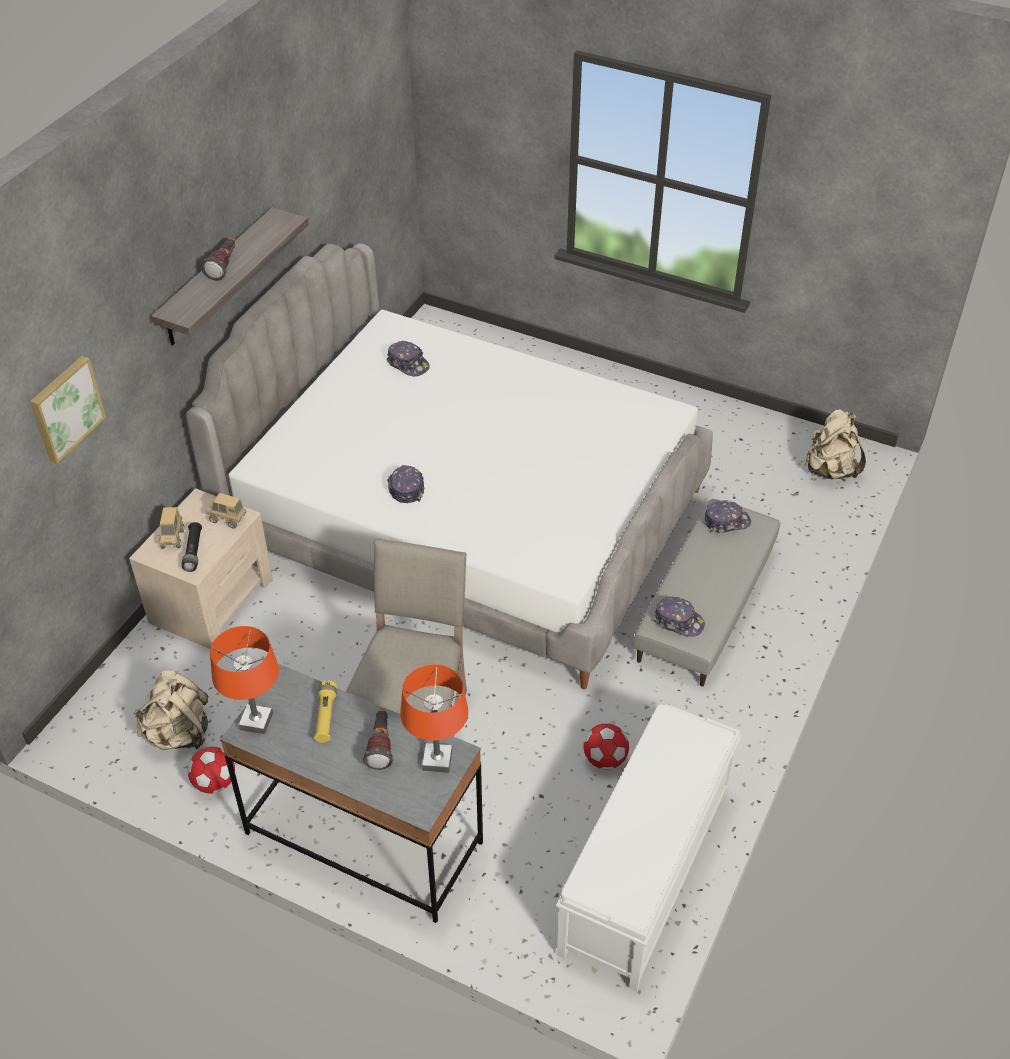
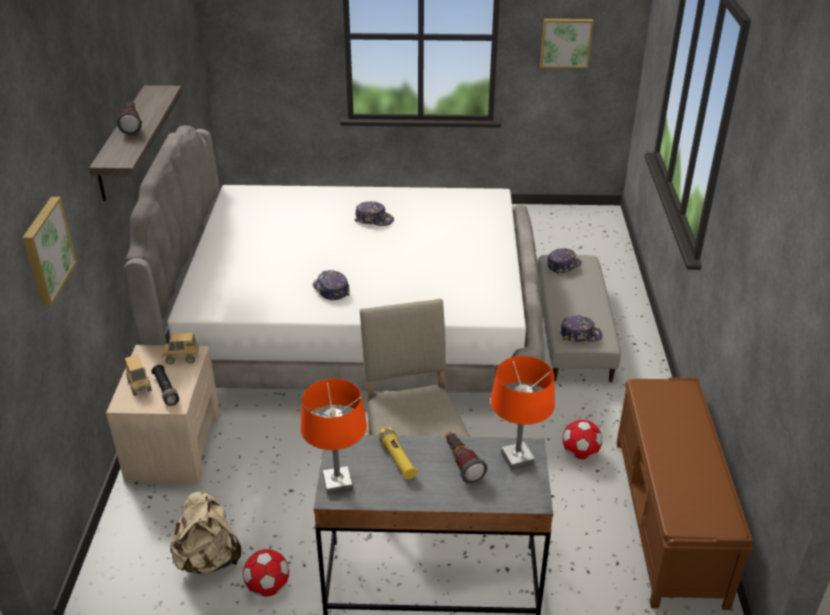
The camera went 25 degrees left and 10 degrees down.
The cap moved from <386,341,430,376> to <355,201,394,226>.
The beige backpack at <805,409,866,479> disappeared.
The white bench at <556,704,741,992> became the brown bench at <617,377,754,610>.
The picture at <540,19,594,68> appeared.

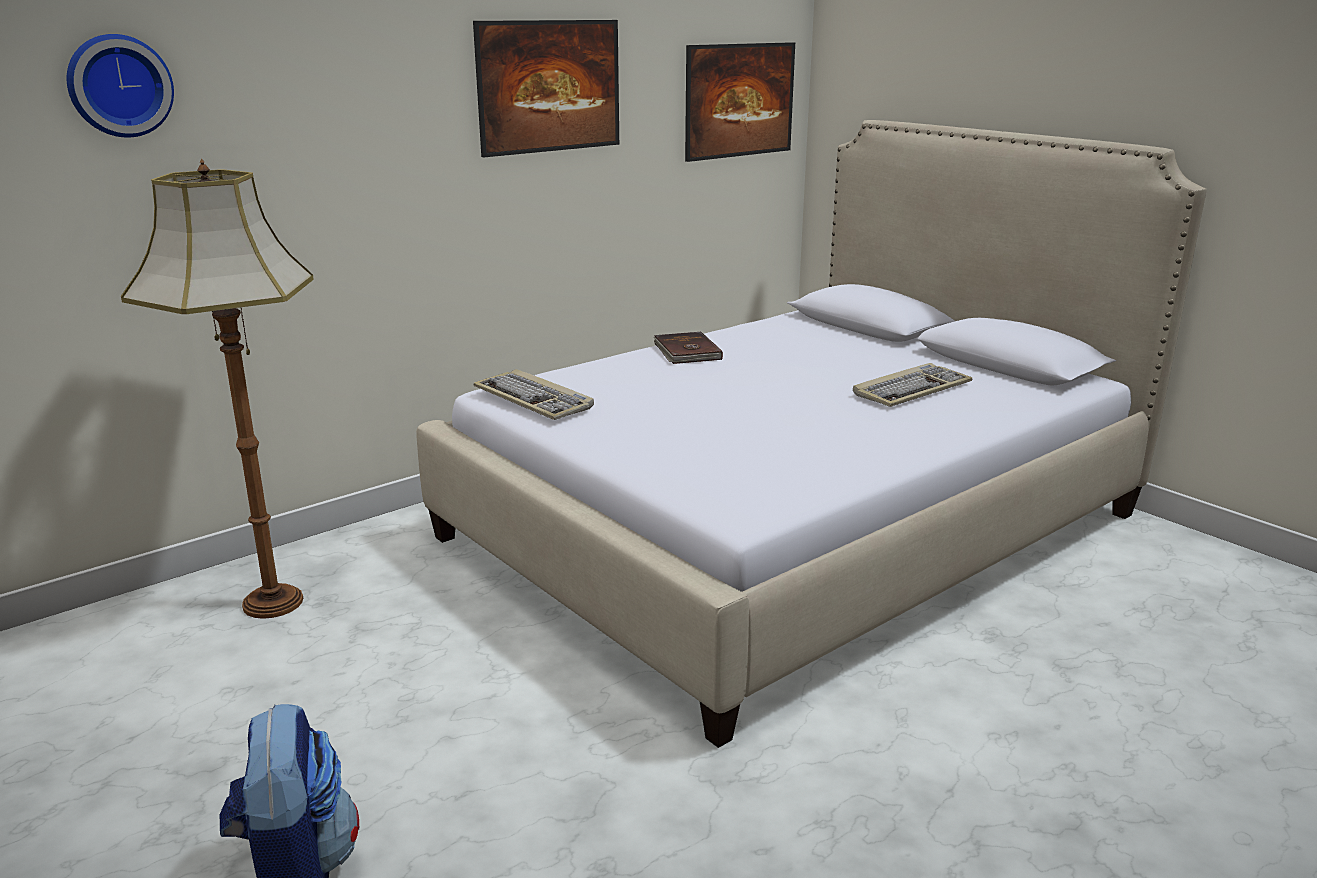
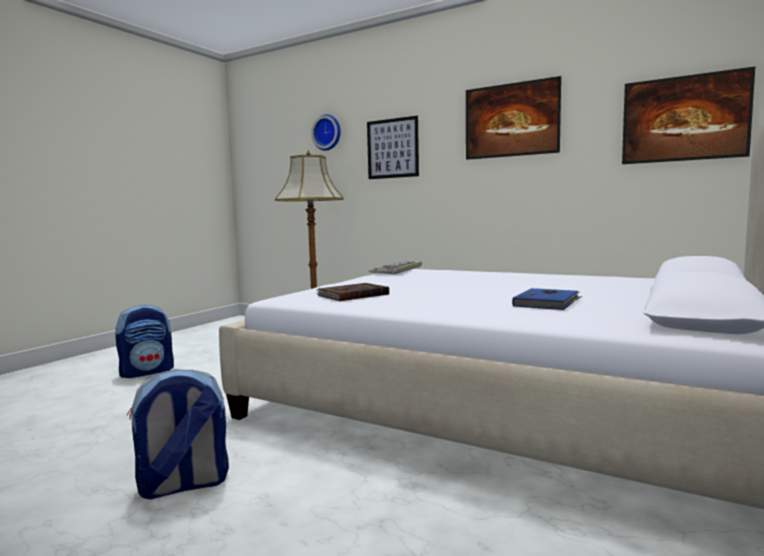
The camera went 70 degrees right and 15 degrees down.
The brown book moved from <654,331,723,364> to <316,283,389,301>.
The keyboard at <853,363,972,407> was replaced by the blue book at <512,288,582,310>.
The picture at <367,116,419,179> appeared.
The backpack at <127,369,229,499> appeared.

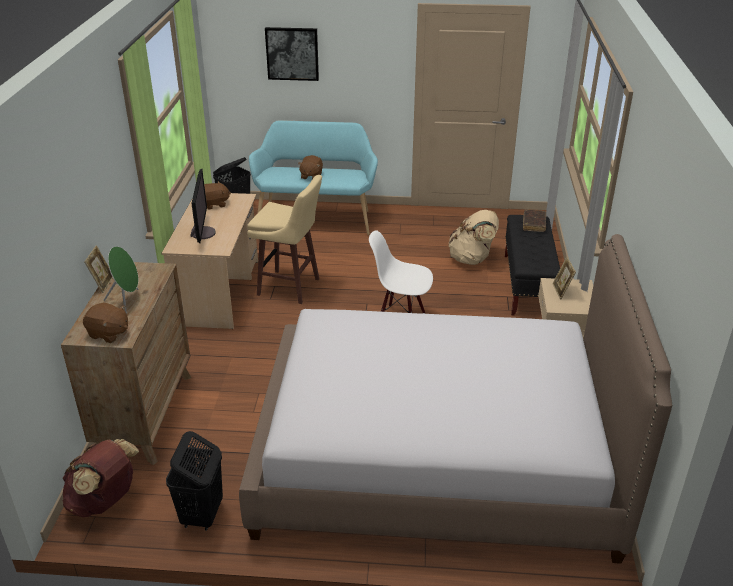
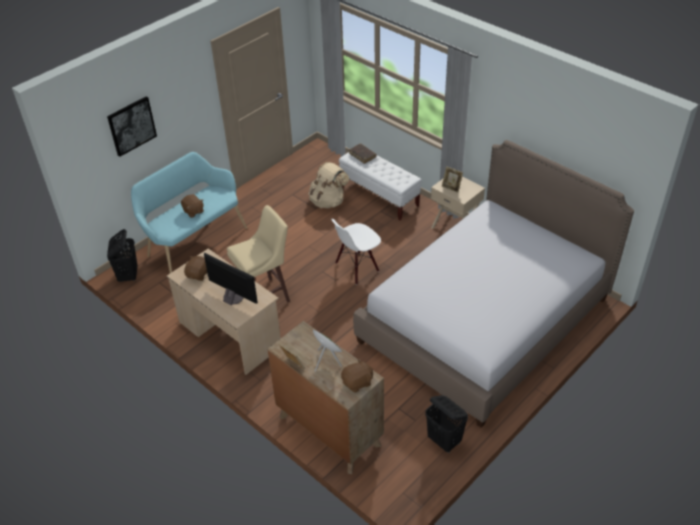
The camera went 50 degrees left and 10 degrees up.
The black bench at <505,215,560,316> became the white bench at <339,152,422,220>.
The brown backpack at <62,439,139,517> disappeared.

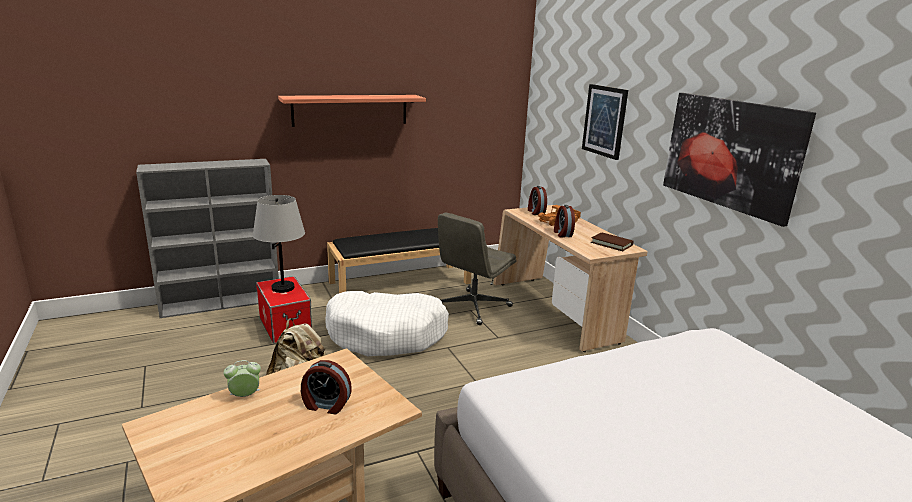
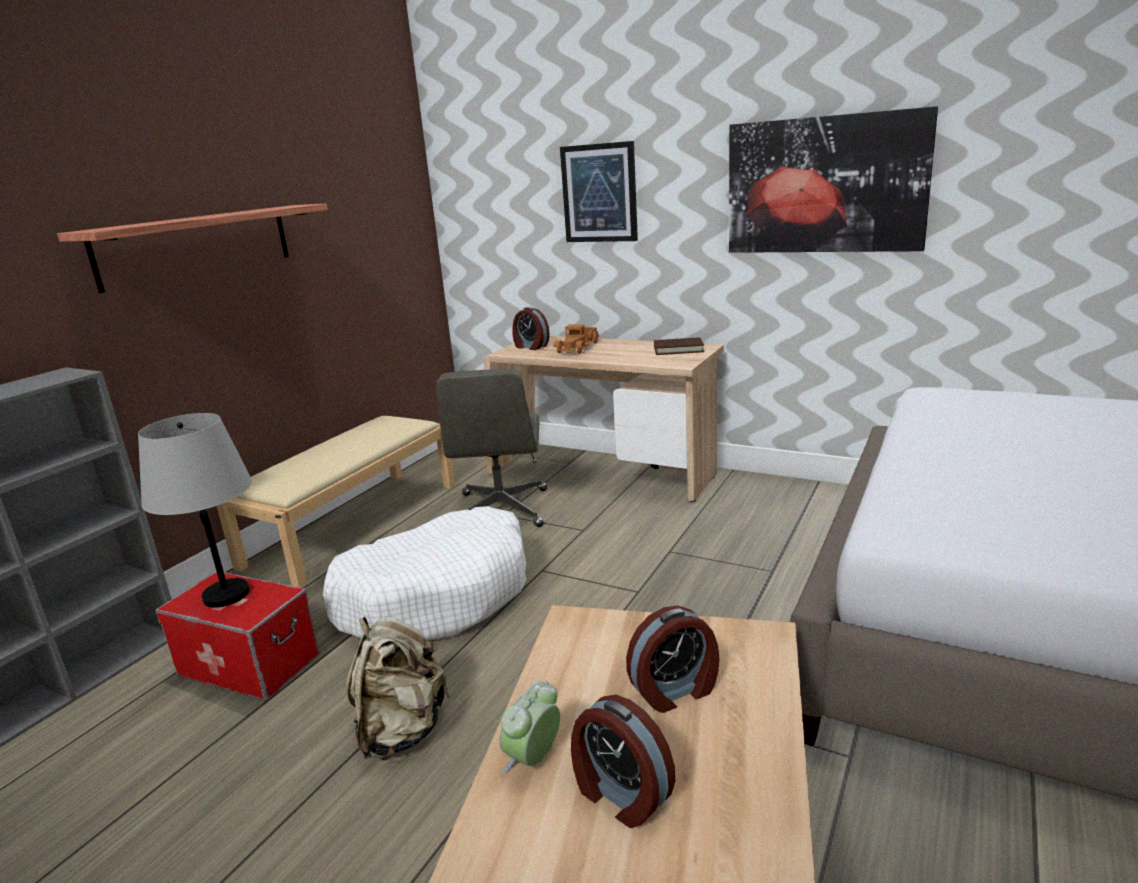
The camera went 35 degrees left and 0 degrees up.
The alarm clock moved from <554,205,575,237> to <571,695,675,828>.
The black bench at <327,228,471,293> became the beige bench at <217,416,455,587>.

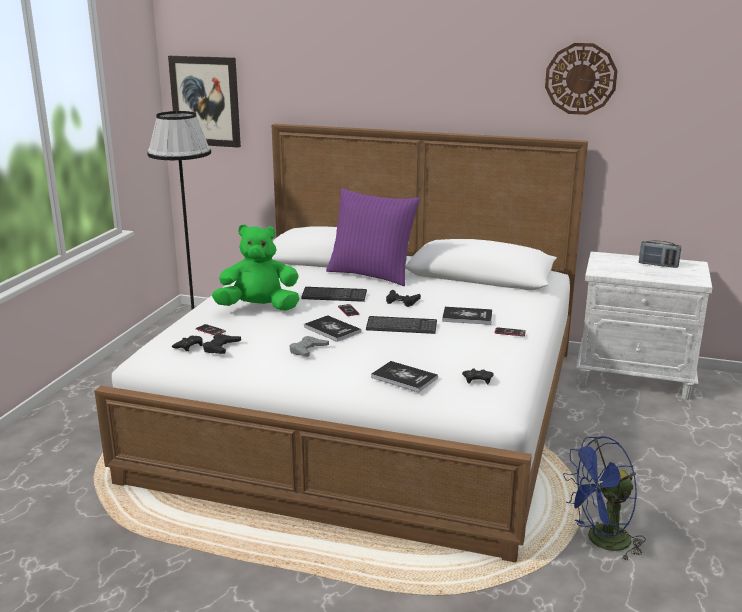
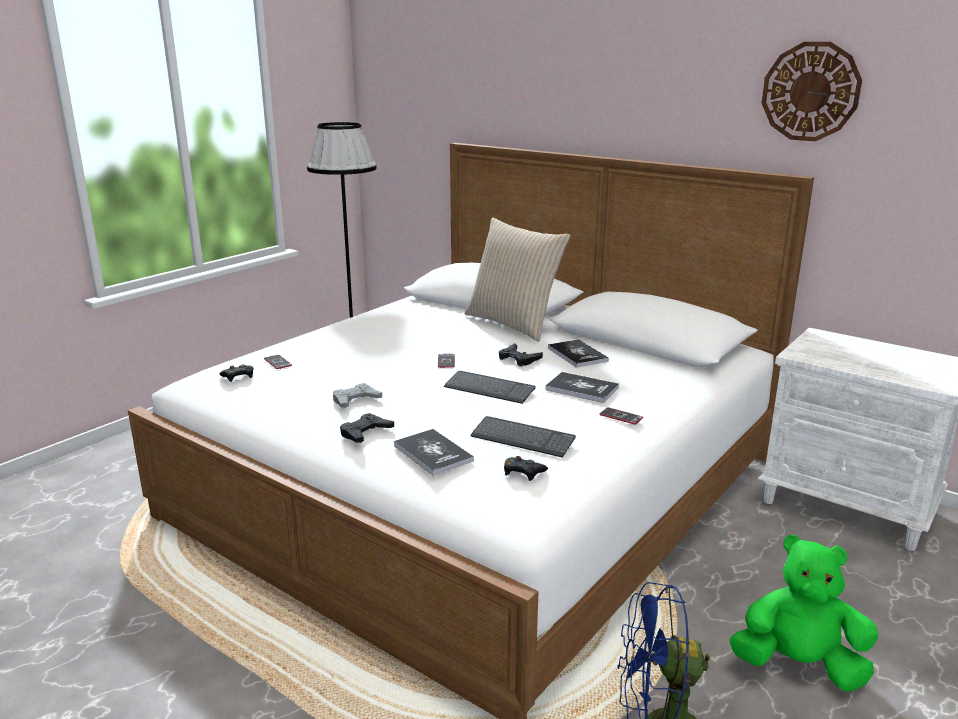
The camera went 20 degrees right and 0 degrees up.
The picture at <168,56,241,148> disappeared.
The purple pillow at <326,188,420,286> became the beige pillow at <465,217,570,342>.
The green plush toy moved from <212,224,300,311> to <730,535,878,692>.
The radio at <639,241,681,268> disappeared.
The keyboard moved from <301,287,367,302> to <470,416,576,458>.
The book moved from <304,315,361,342> to <548,339,609,368>.
The black game controller moved from <203,334,241,354> to <340,413,394,443>.

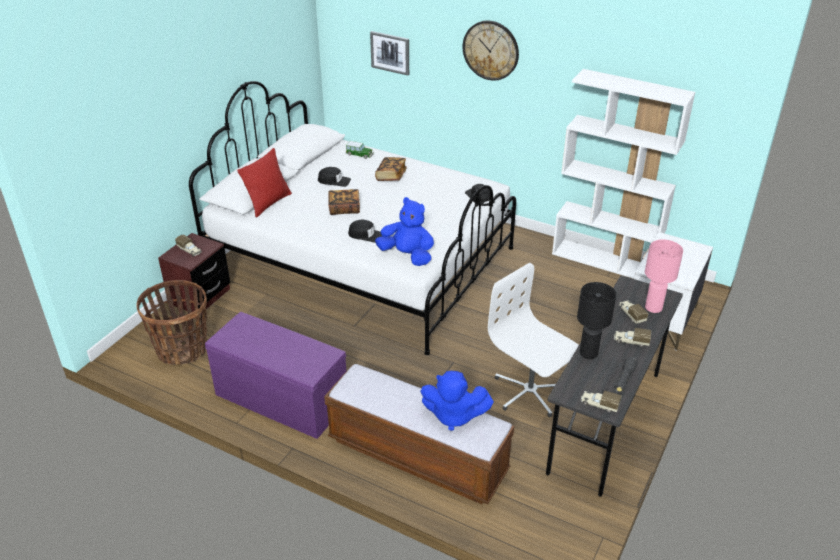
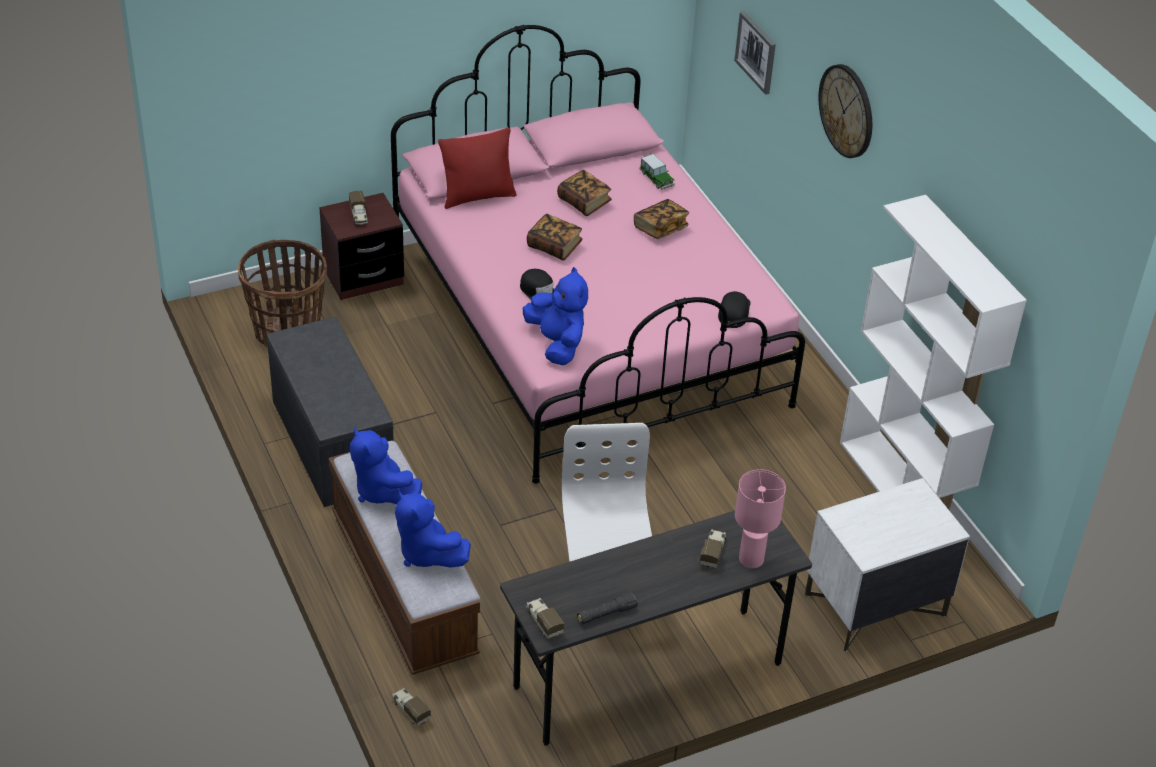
The camera went 35 degrees right and 5 degrees up.
The white bed at <189,81,516,355> became the pink bed at <391,25,805,484>.
The black cap at <318,167,351,187> was replaced by the book at <557,170,612,216>.
The black table lamp at <577,282,616,359> disappeared.
The purple bench at <205,312,346,439> became the grey bench at <267,317,394,507>.
The toy truck moved from <614,328,651,347> to <392,688,431,726>.
The blue plush toy at <350,427,422,504> appeared.

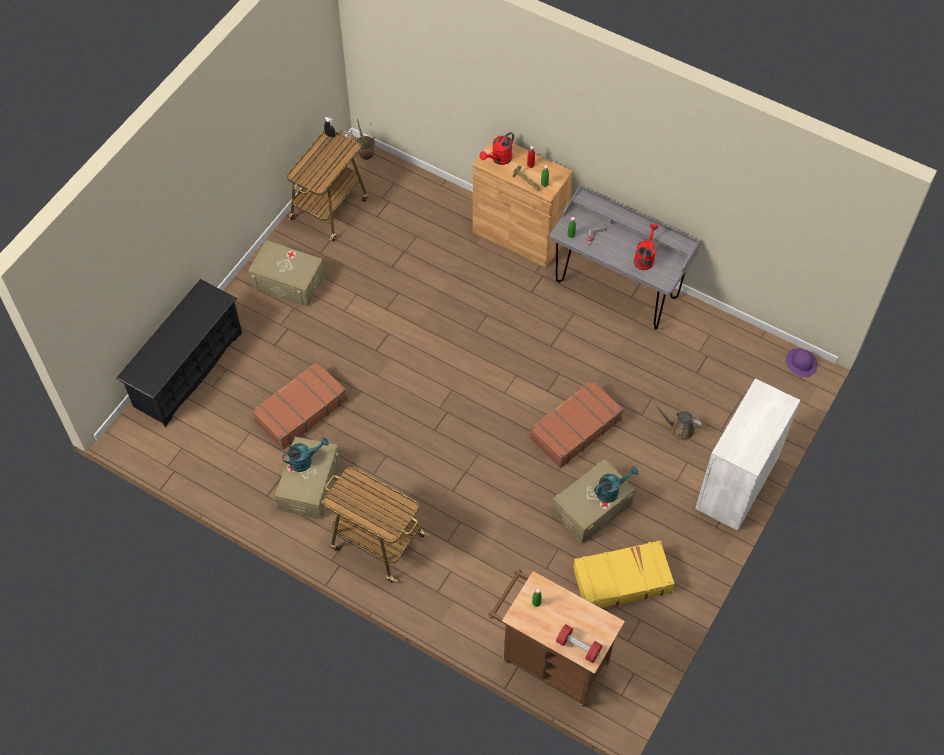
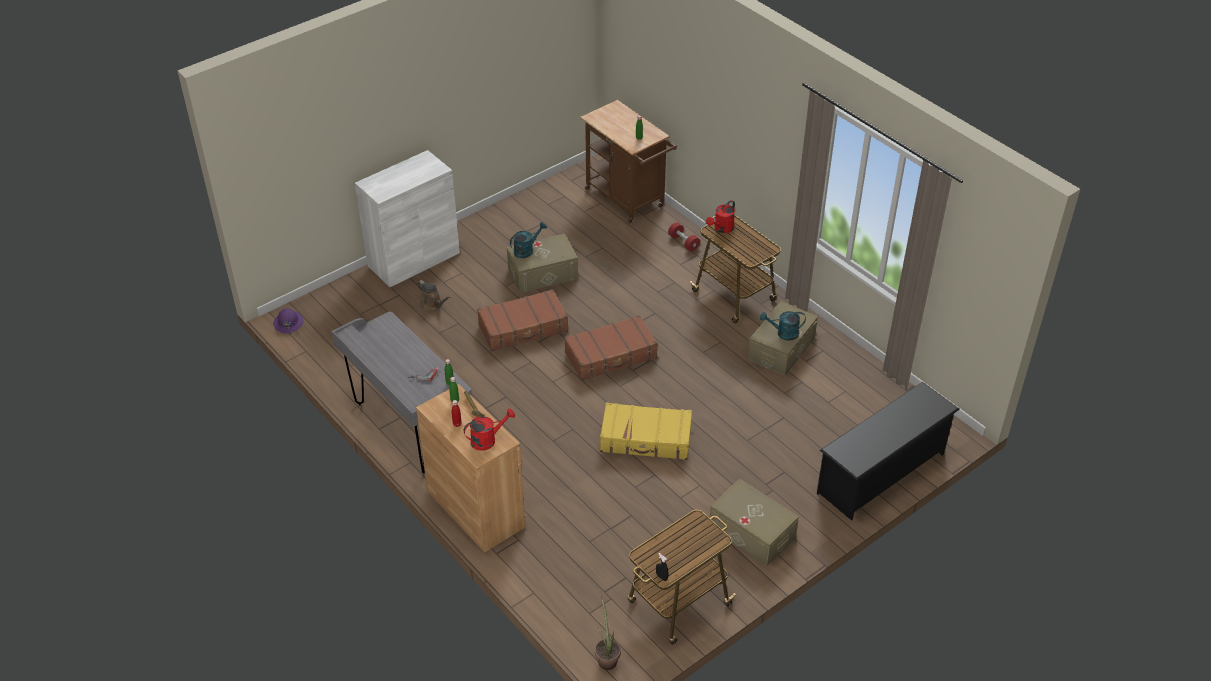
The camera went 160 degrees left and 15 degrees down.
The red watering can moved from <634,224,658,270> to <706,200,735,233>.
The brown suitcase moved from <252,361,348,450> to <564,315,658,381>.
The turquoise watering can at <594,466,639,503> turned 150 degrees clockwise.
The yellow suitcase moved from <573,540,675,608> to <600,402,692,460>.
The red dumbbell moved from <556,624,602,663> to <668,222,700,251>.

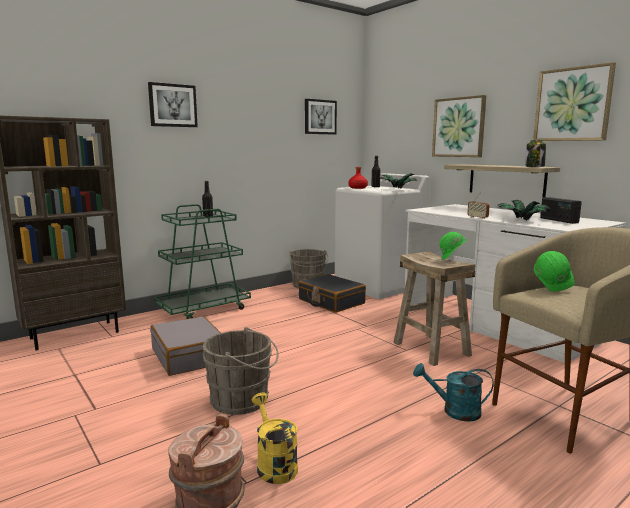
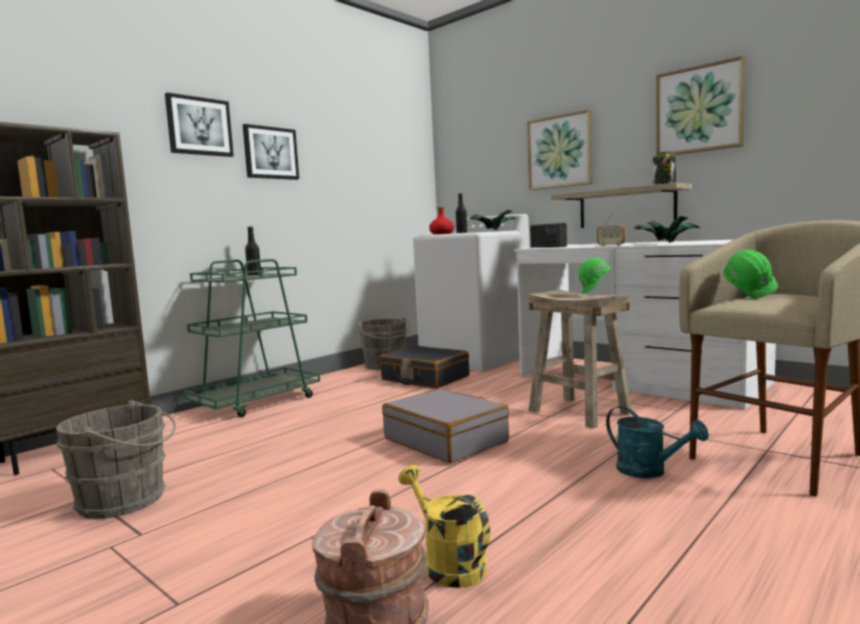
The camera went 10 degrees left and 5 degrees down.
The picture moved from <305,99,337,135> to <243,124,299,180>.
The radio moved from <540,197,582,224> to <530,223,567,248>.
The grey suitcase moved from <150,316,221,376> to <382,389,509,463>.
The grey bucket moved from <203,327,278,415> to <56,400,176,519>.
The turquoise watering can at <413,363,493,422> turned 135 degrees counterclockwise.

